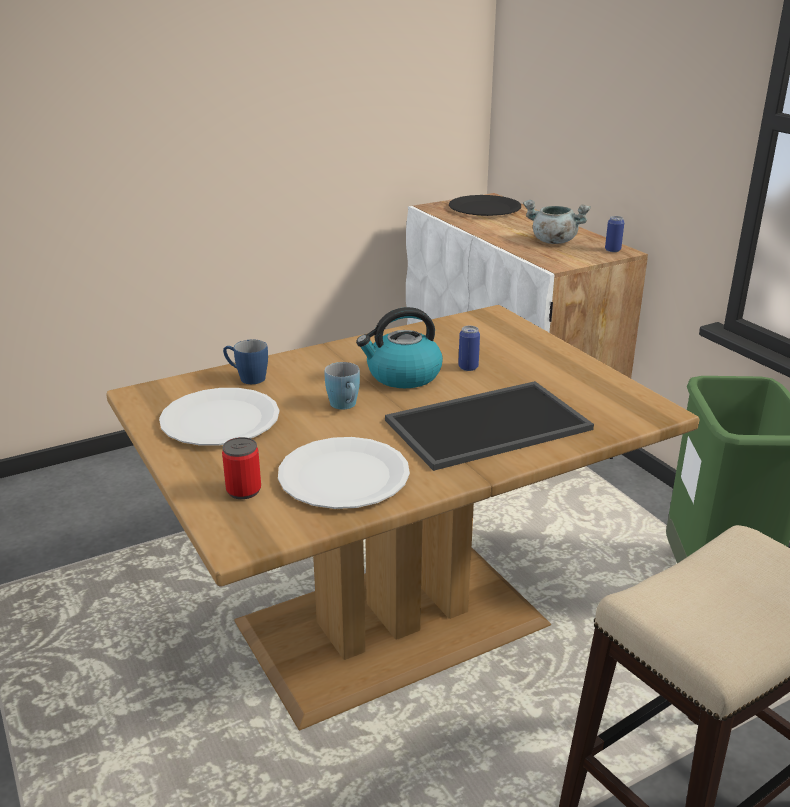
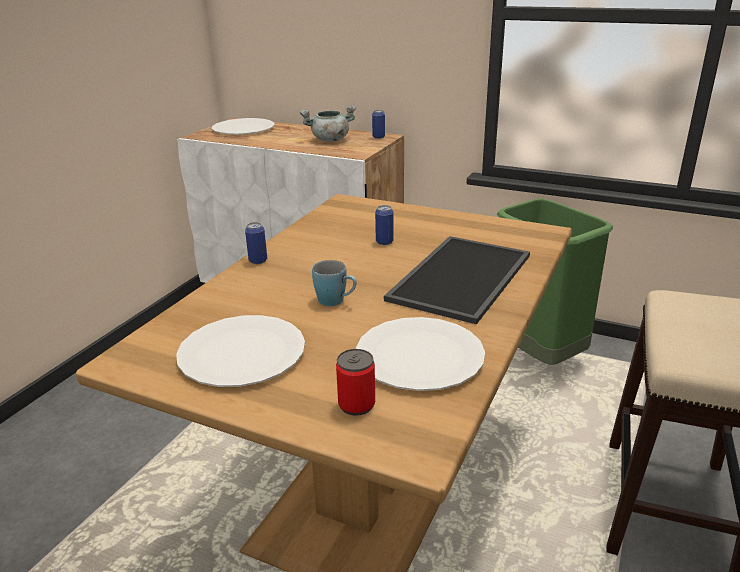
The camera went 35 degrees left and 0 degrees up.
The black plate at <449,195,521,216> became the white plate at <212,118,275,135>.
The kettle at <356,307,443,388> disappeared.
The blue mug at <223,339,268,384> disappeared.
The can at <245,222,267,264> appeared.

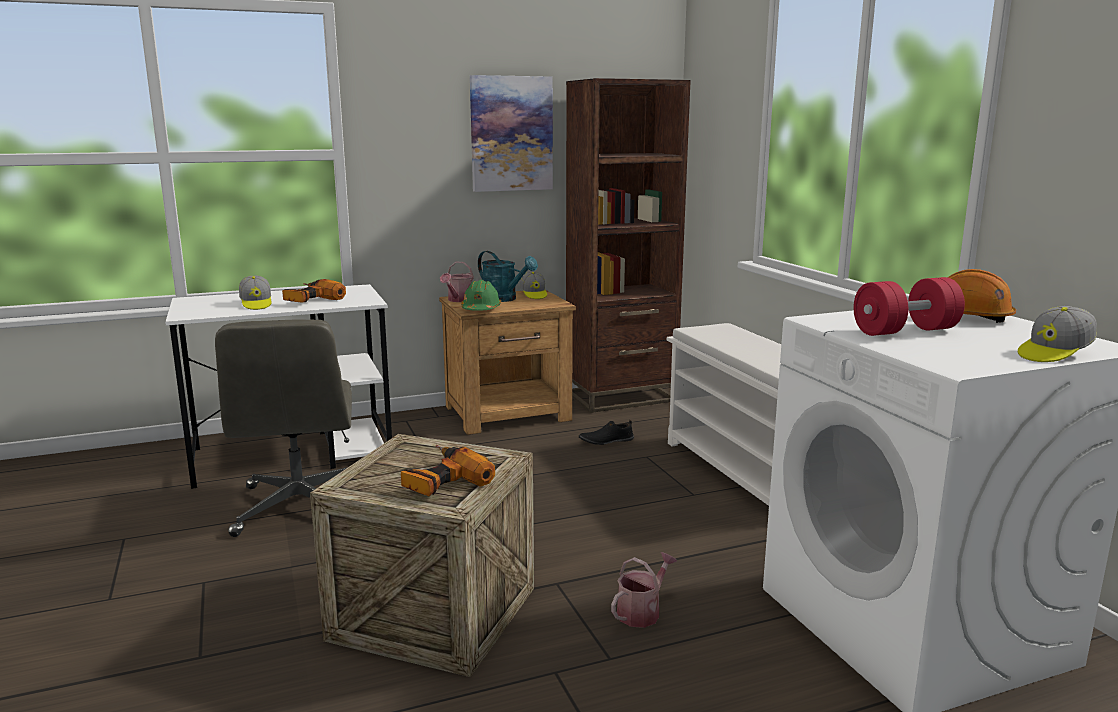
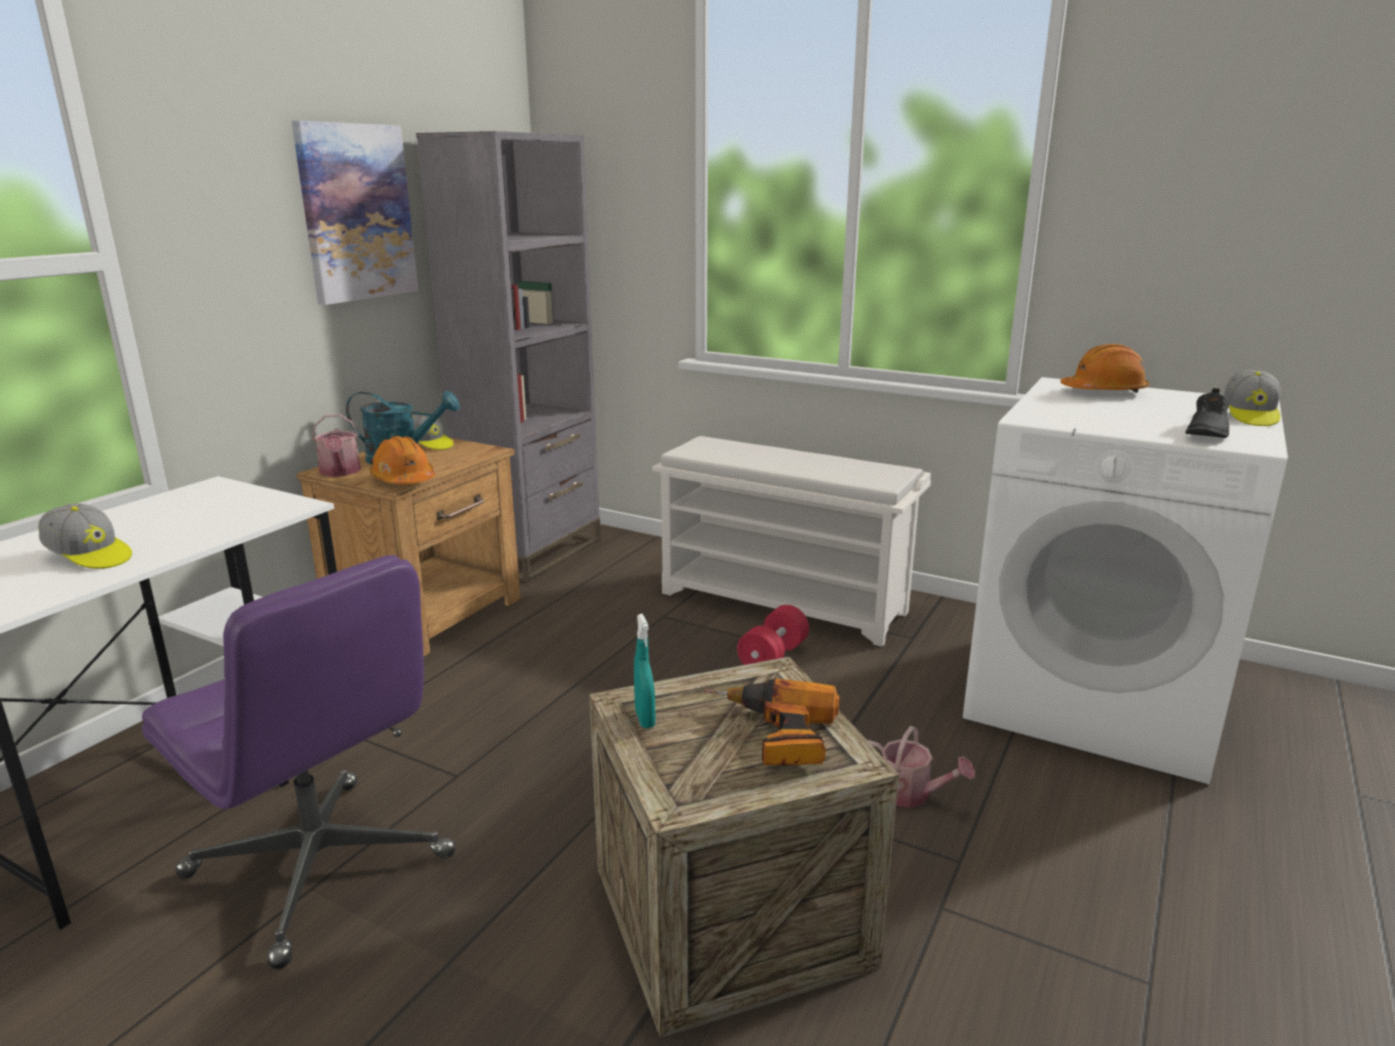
The camera went 40 degrees left and 5 degrees up.
The brown bookcase at <566,78,691,413> became the grey bookcase at <416,131,601,583>.
The red dumbbell moved from <853,277,965,336> to <737,605,809,665>.
The power drill at <282,279,346,303> disappeared.
The green hard hat at <461,280,501,311> became the orange hard hat at <370,436,435,484>.
The grey office chair at <215,320,352,537> became the purple office chair at <142,555,456,969>.
The black shoe moved from <579,420,634,445> to <1185,388,1229,438>.
The watering can at <611,552,677,628> turned 120 degrees clockwise.
The turquoise spray bottle at <634,614,655,728> appeared.

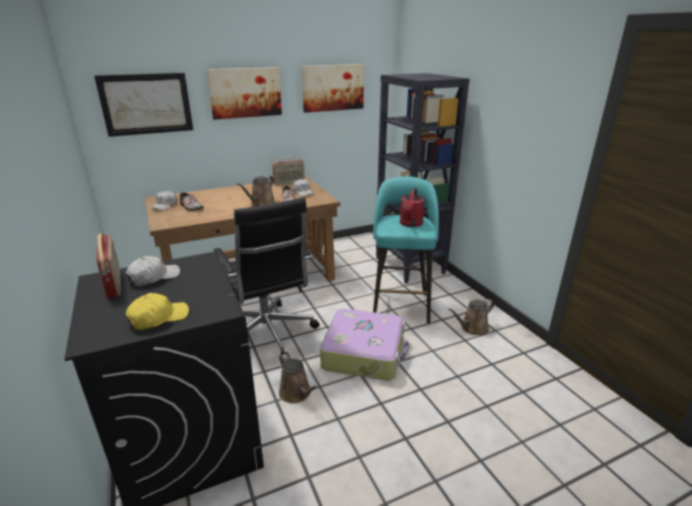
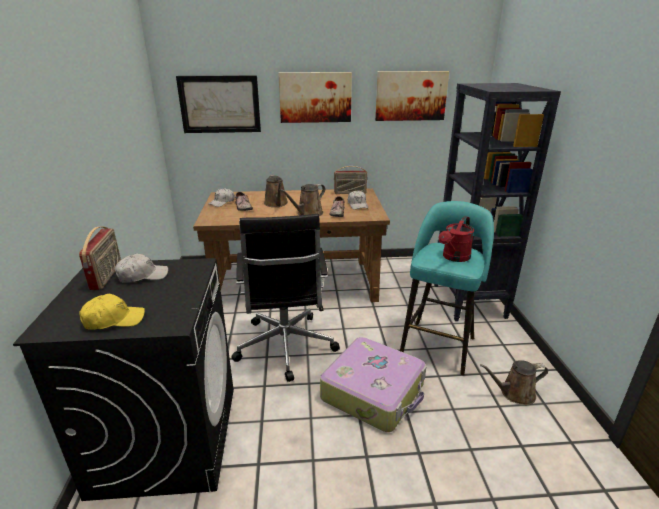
The camera went 20 degrees right and 0 degrees up.
The brown watering can moved from <279,354,319,404> to <264,175,288,207>.

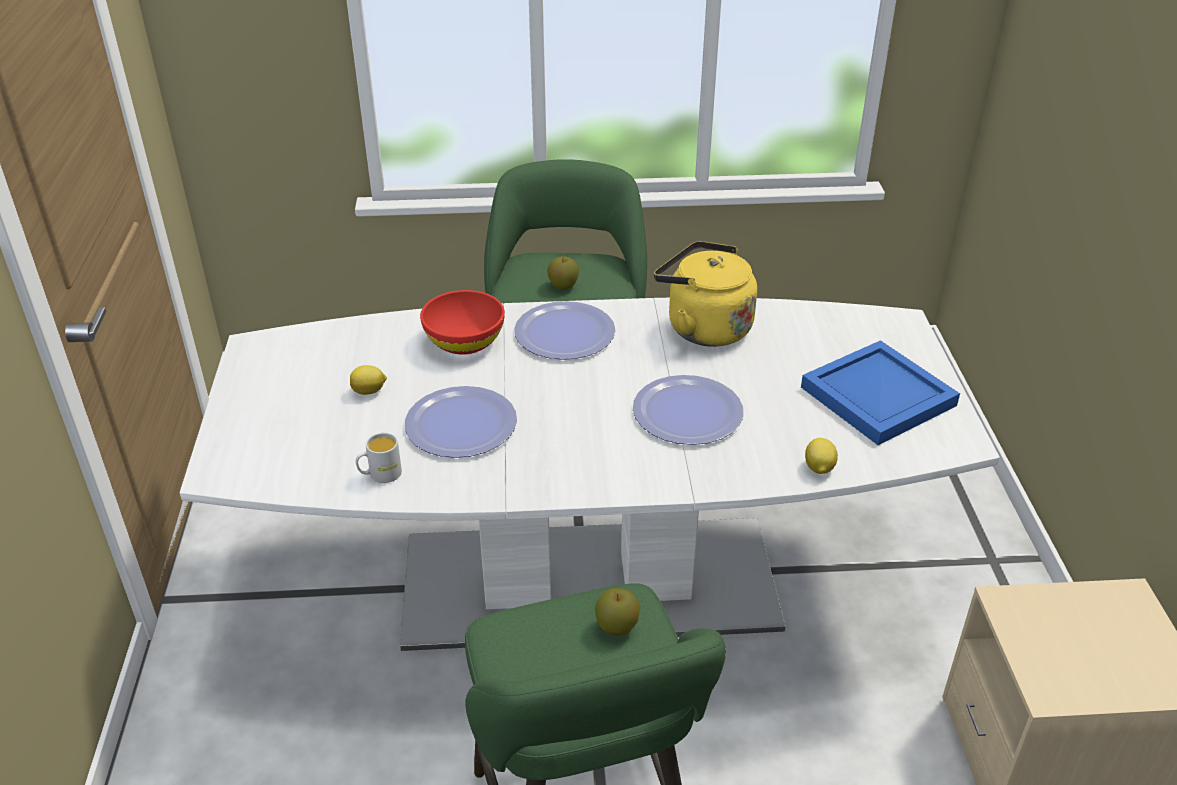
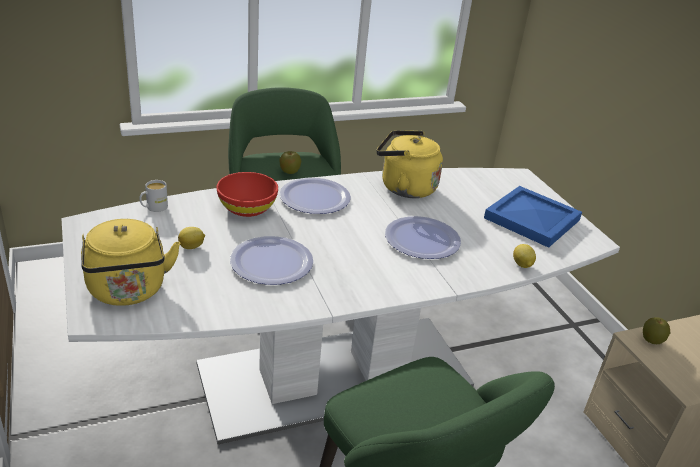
The camera went 20 degrees left and 5 degrees down.
The white mug moved from <356,433,402,483> to <139,180,168,212>.
The apple moved from <595,588,640,636> to <643,317,671,344>.
The yellow kettle at <81,219,180,306> appeared.

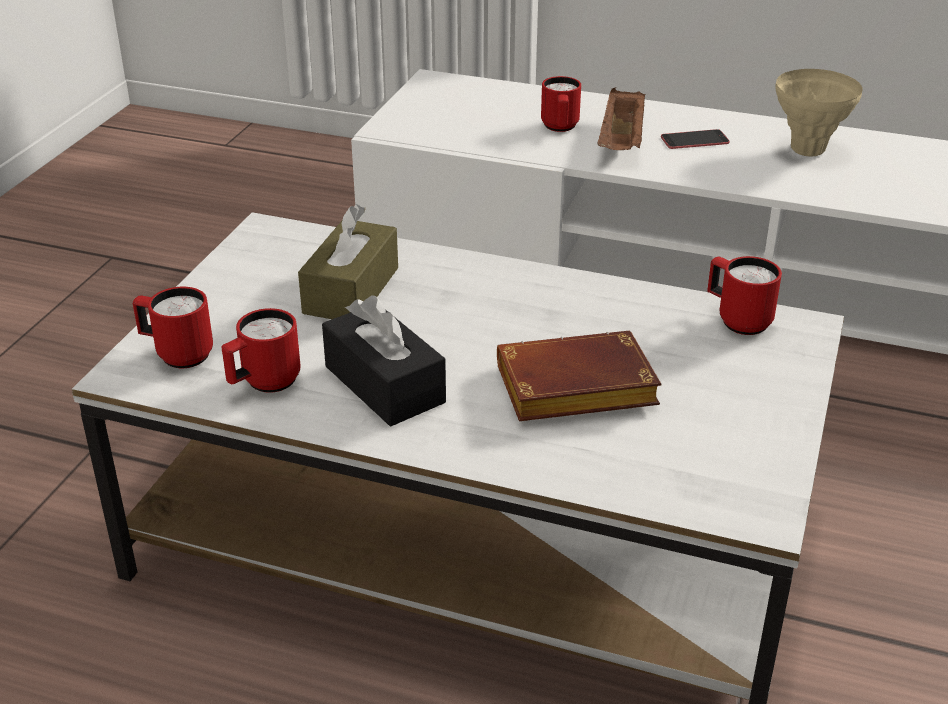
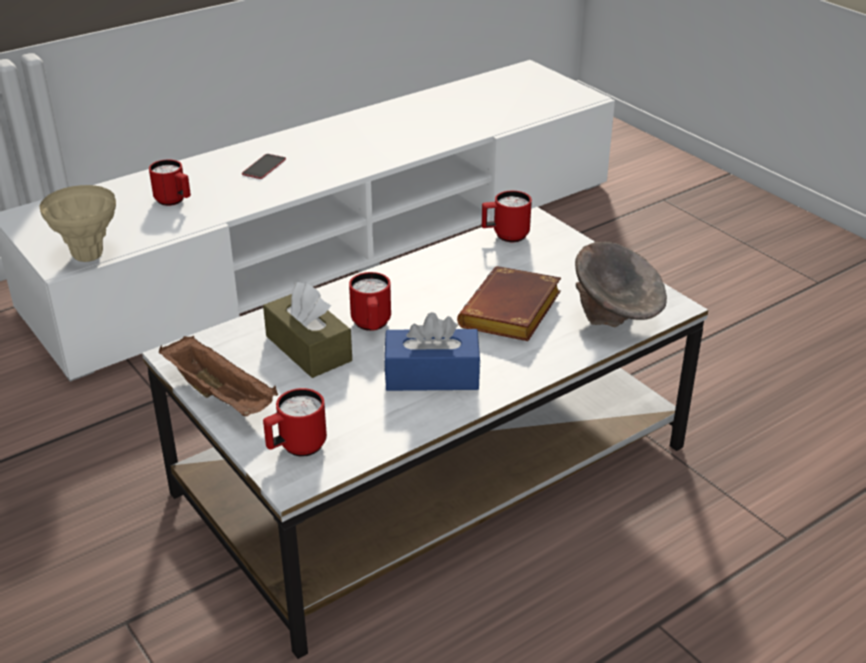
The camera went 55 degrees left and 0 degrees up.
The beige vase moved from <776,69,863,156> to <39,185,116,262>.
The brown tray moved from <597,88,645,150> to <159,336,278,416>.
The black tissue box at <322,295,446,426> became the blue tissue box at <384,312,481,391>.
The red mug moved from <221,308,301,393> to <349,272,391,331>.
The grey bowl at <575,242,667,327> appeared.

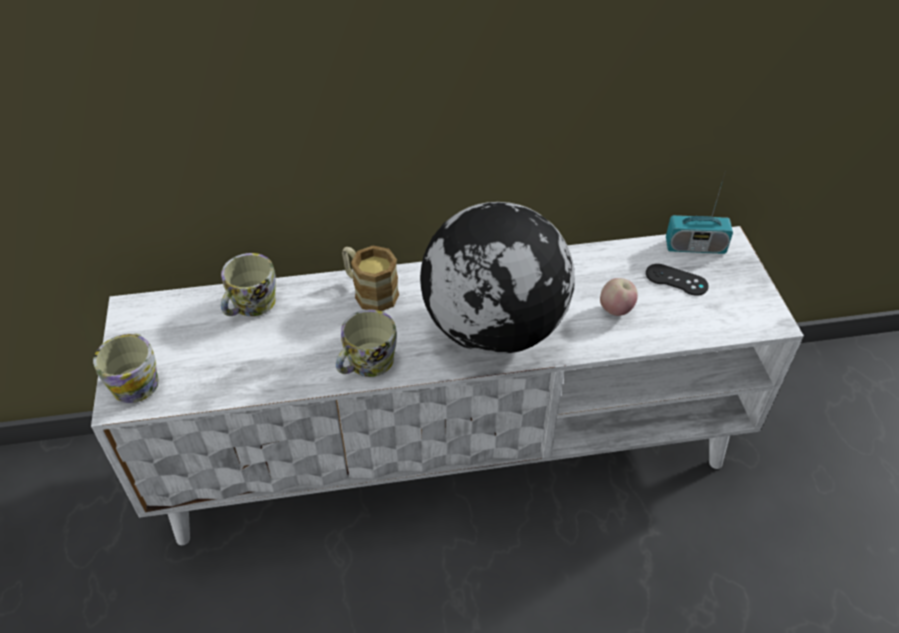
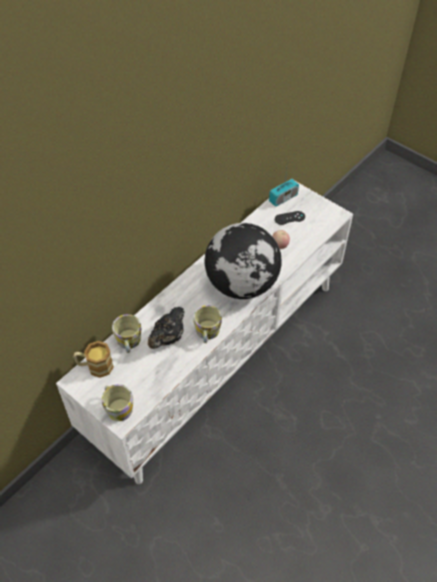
The camera went 40 degrees left and 5 degrees up.
The mug moved from <342,246,399,311> to <73,341,114,378>.
The black teapot at <148,307,185,349> appeared.

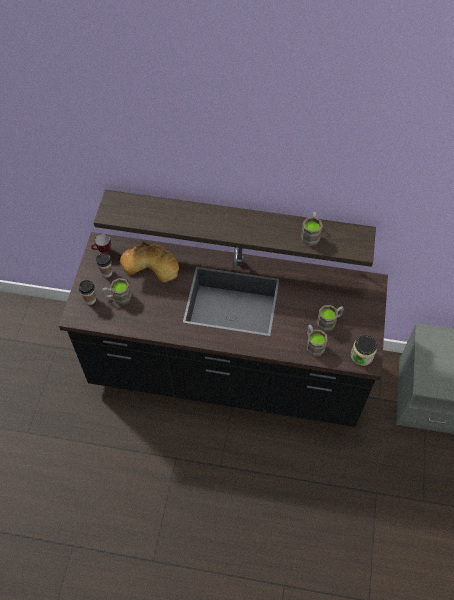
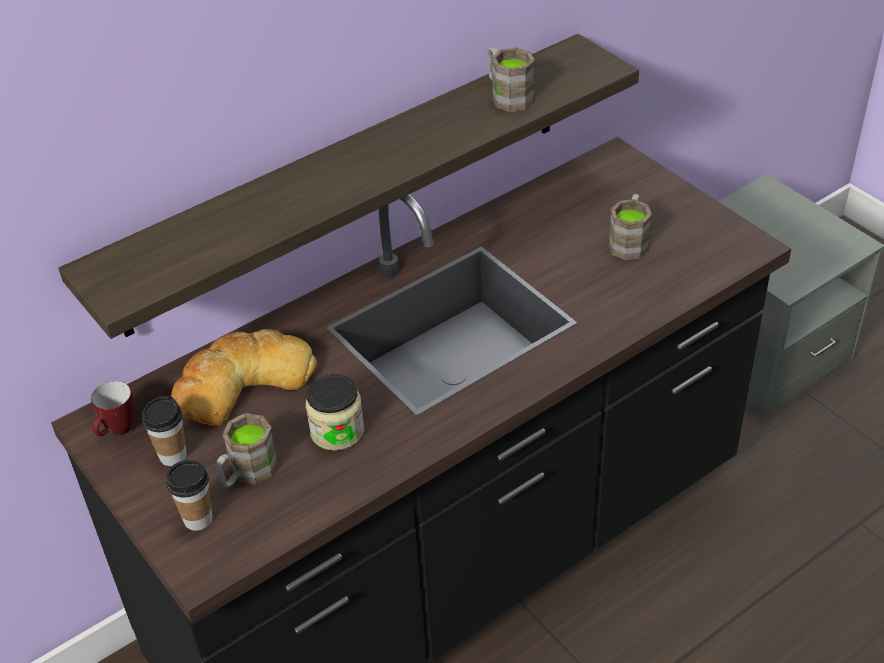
The camera went 45 degrees left and 15 degrees down.
The brown mug at <306,325,327,356> disappeared.
The jar moved from <351,335,377,366> to <306,374,364,451>.

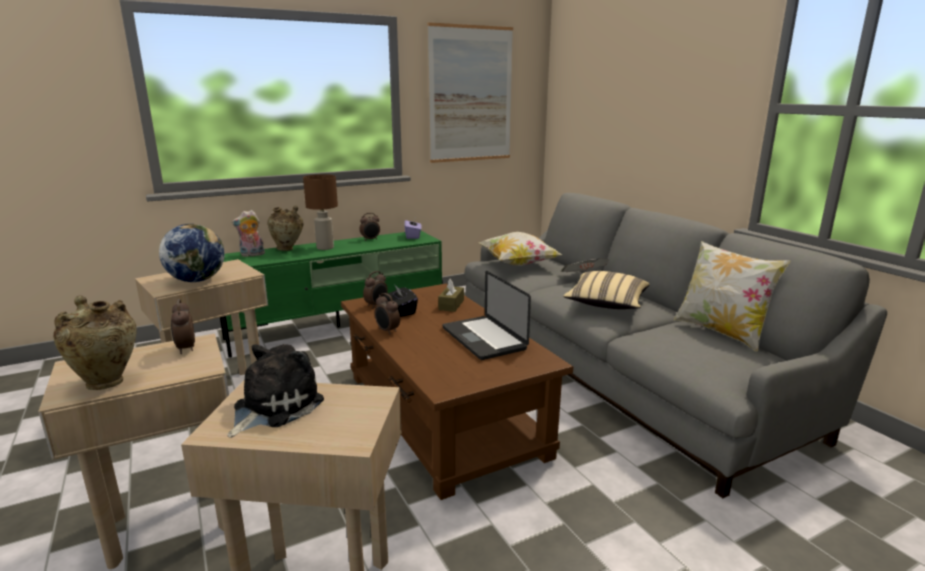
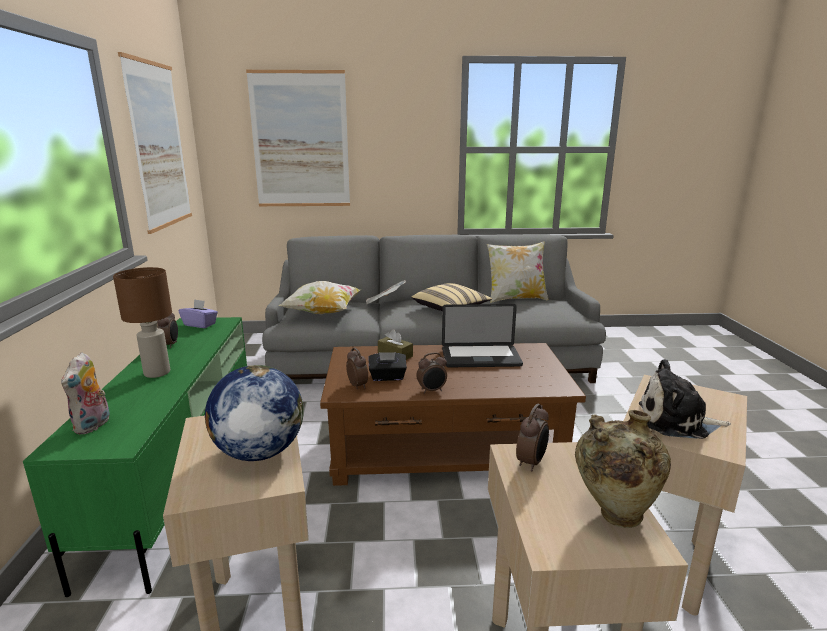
The camera went 65 degrees left and 0 degrees up.
The beige vase at <267,205,303,251> disappeared.
The alarm clock at <171,299,195,354> turned 60 degrees counterclockwise.
The plush toy at <227,344,324,438> turned 45 degrees counterclockwise.
The picture at <246,70,350,206> appeared.

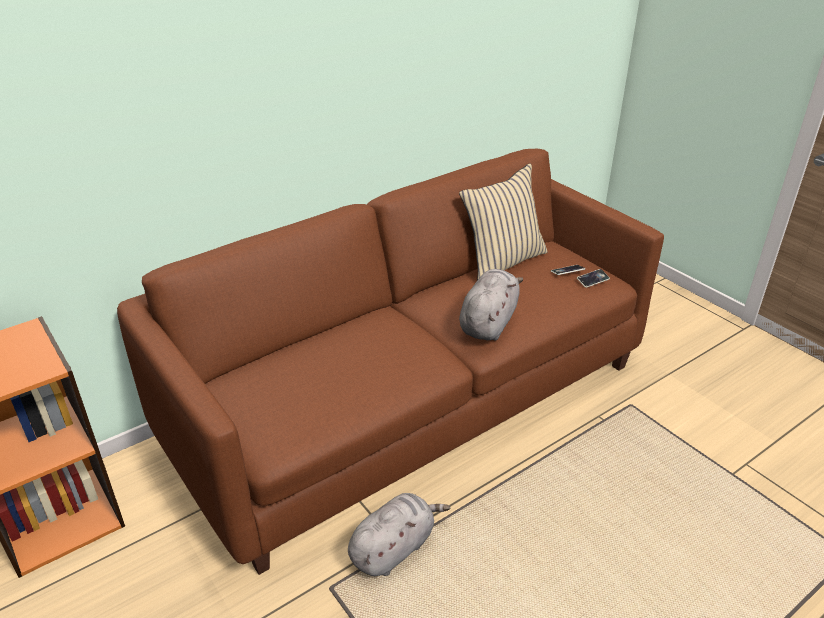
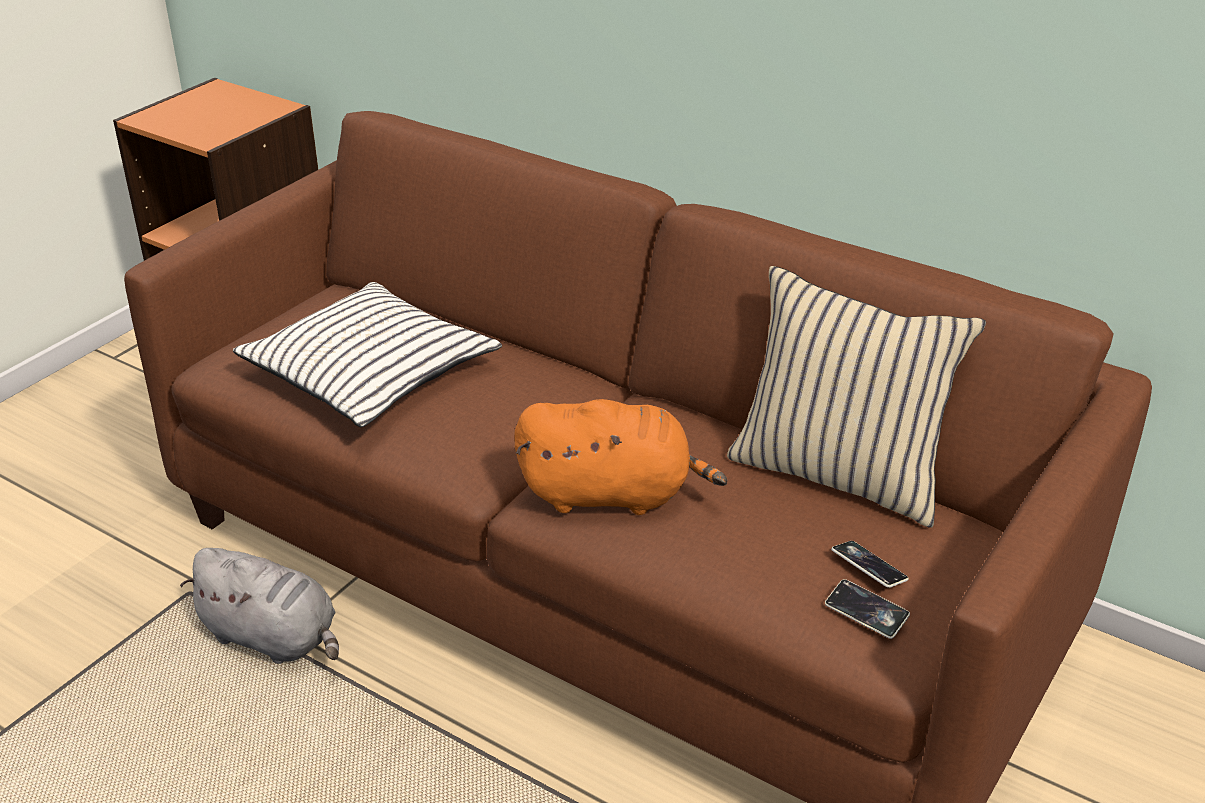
The camera went 70 degrees right and 0 degrees up.
The grey plush toy at <459,269,524,340> became the orange plush toy at <514,399,727,515>.
The white pillow at <233,282,502,427> appeared.

